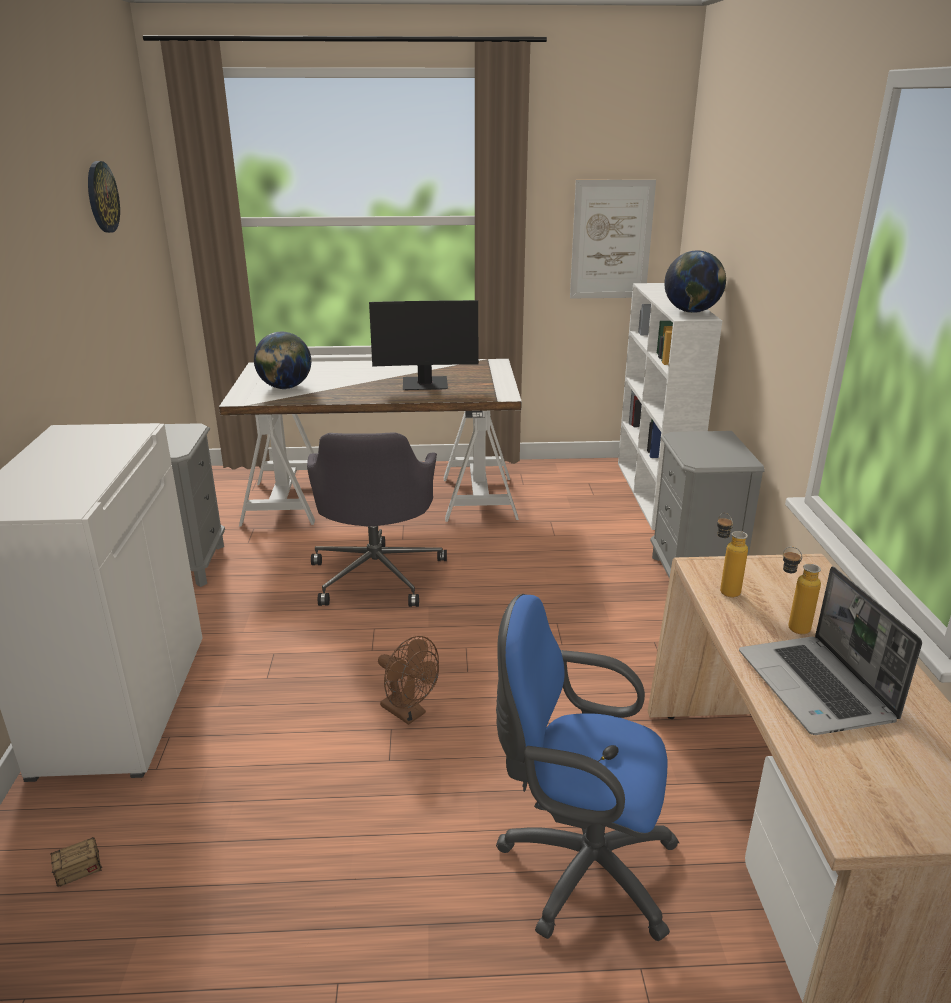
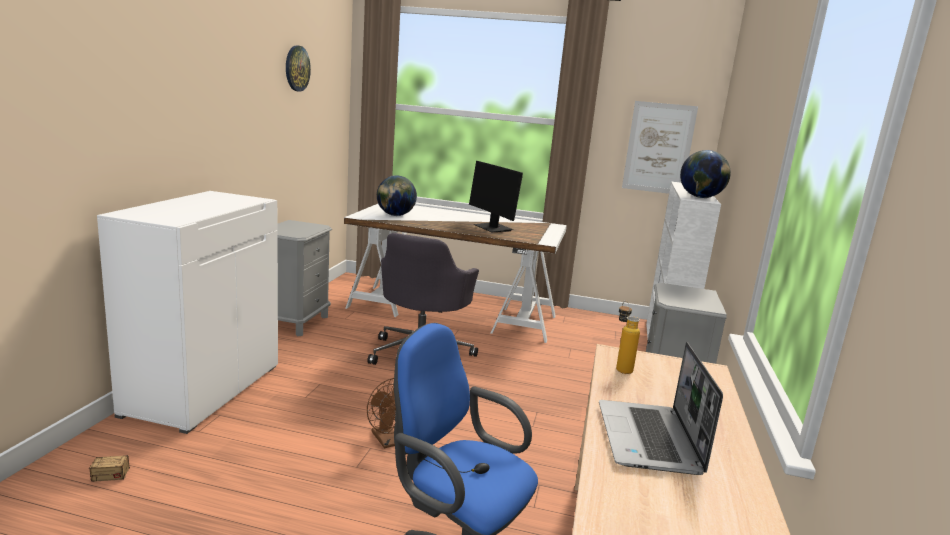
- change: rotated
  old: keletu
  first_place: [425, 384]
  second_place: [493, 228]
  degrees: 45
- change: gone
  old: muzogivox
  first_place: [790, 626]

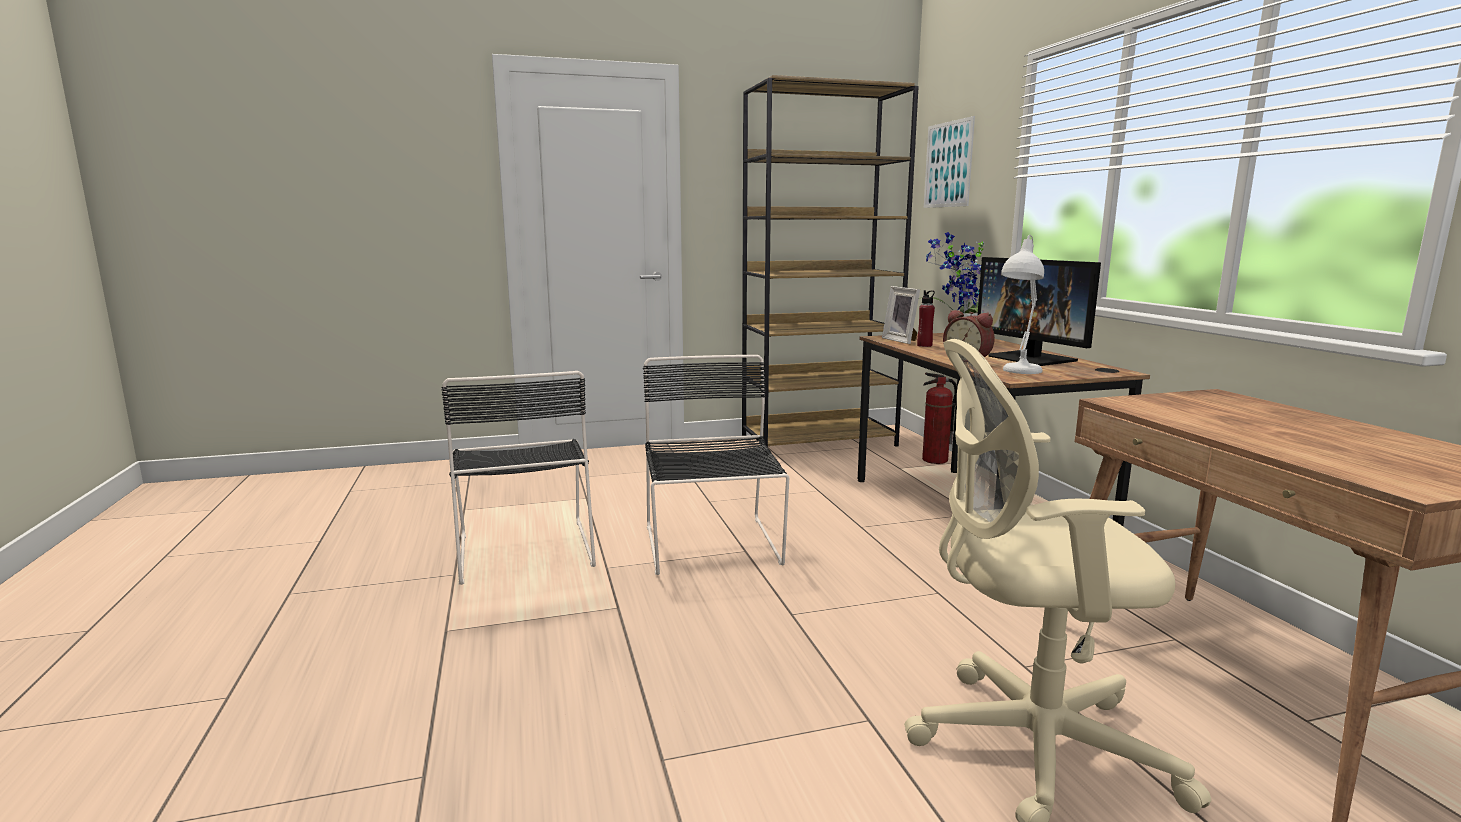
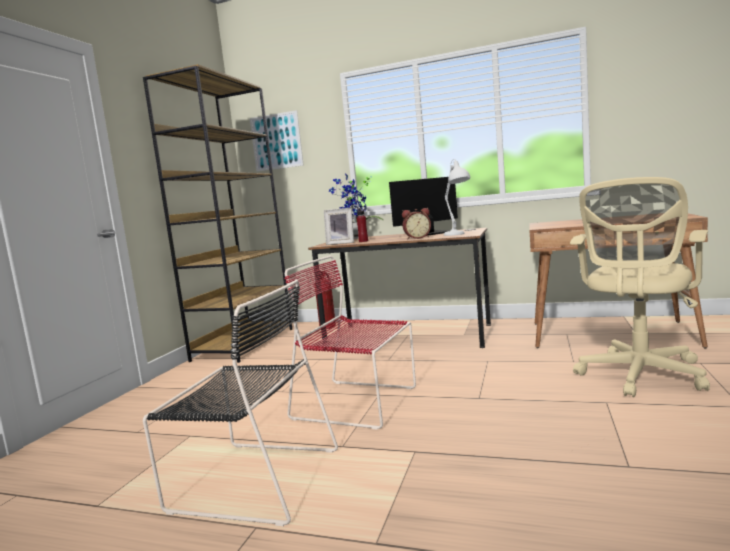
- change: repainted
  old: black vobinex
  new: red vobinex
  first_place: [712, 547]
  second_place: [359, 403]
- change: rotated
  old: keletu
  first_place: [1032, 358]
  second_place: [429, 233]
  degrees: 150

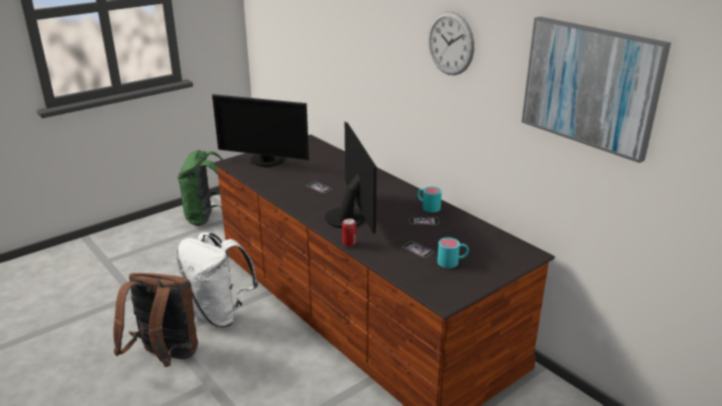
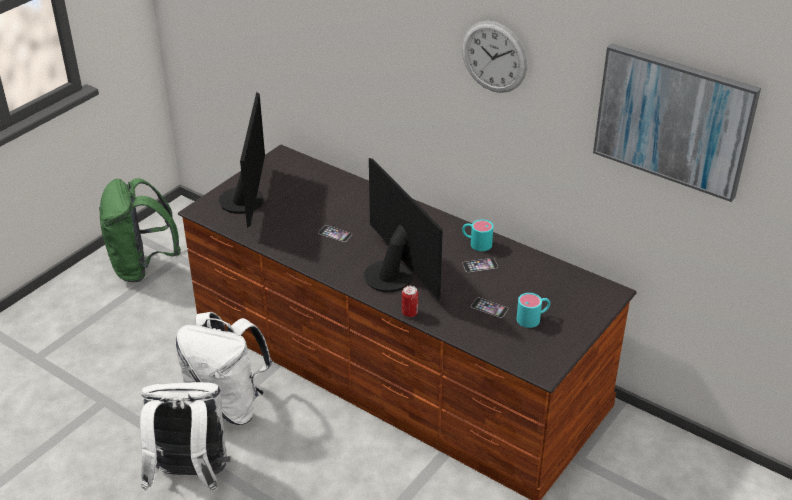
- change: repainted
  old: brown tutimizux
  new: white tutimizux
  first_place: [165, 357]
  second_place: [190, 476]
- change: rotated
  old: keletu
  first_place: [266, 161]
  second_place: [246, 200]
  degrees: -90

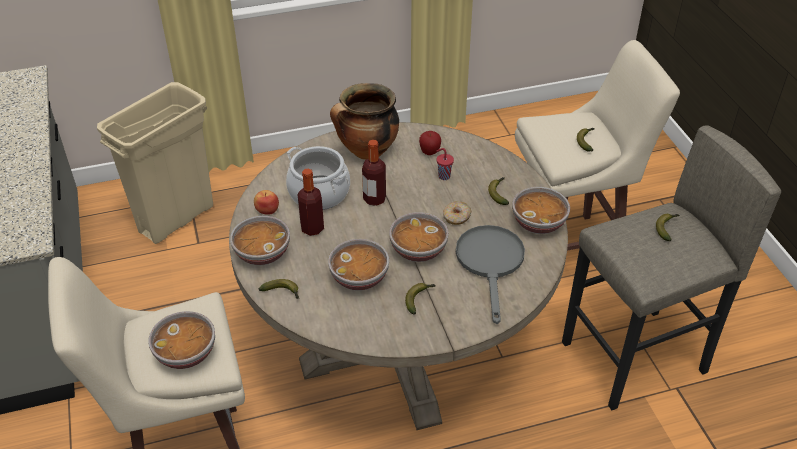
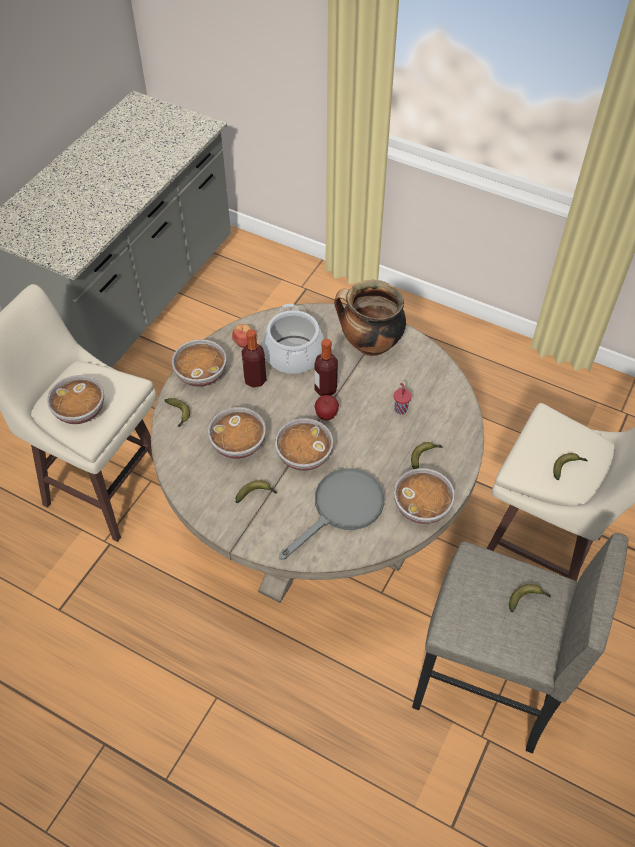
- change: shifted
  old: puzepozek
  first_place: [429, 152]
  second_place: [326, 416]
- change: gone
  old: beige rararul
  first_place: [177, 218]
- change: gone
  old: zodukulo
  first_place: [456, 217]

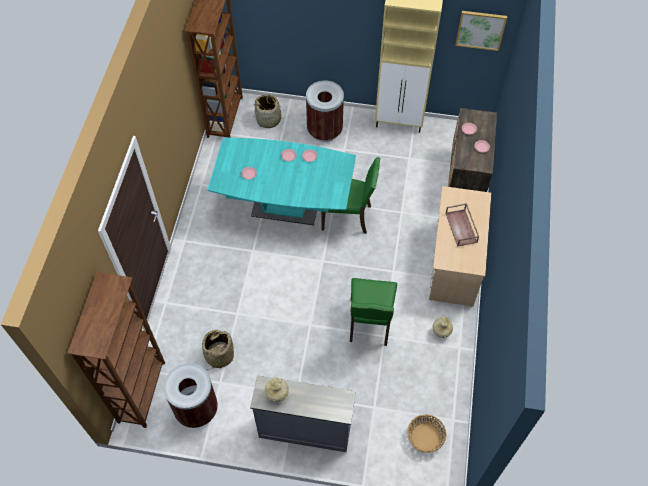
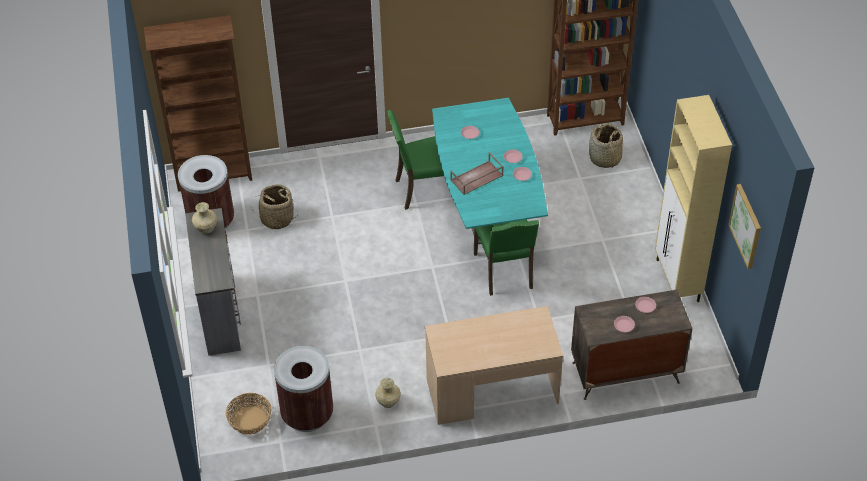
- change: shifted
  old: brown rararul
  first_place: [324, 130]
  second_place: [307, 414]
- change: shifted
  old: green vobinex
  first_place: [370, 323]
  second_place: [424, 190]
- change: shifted
  old: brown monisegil
  first_place: [461, 228]
  second_place: [476, 178]

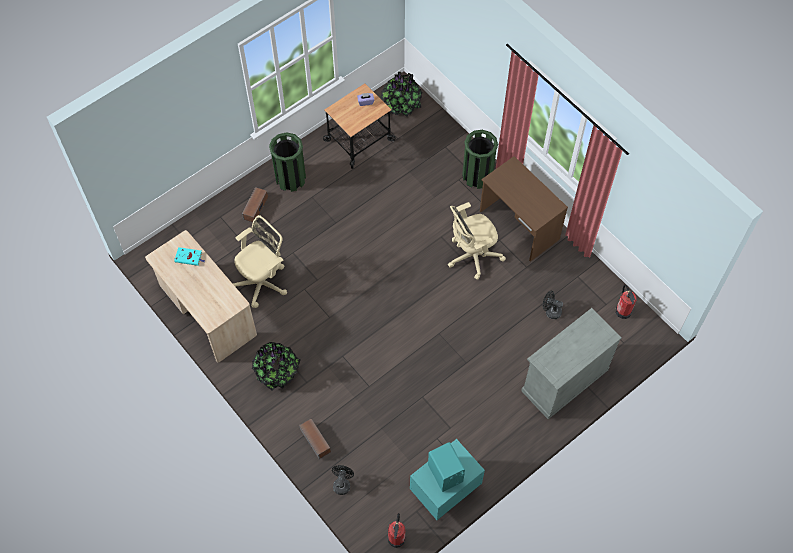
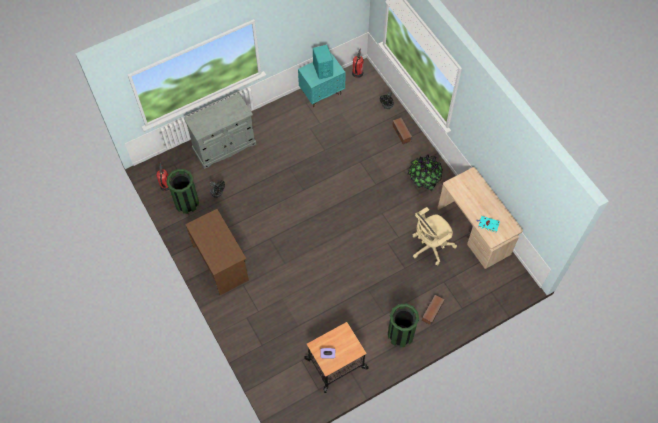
- change: shifted
  old: green rararul
  first_place: [477, 176]
  second_place: [187, 203]
- change: gone
  old: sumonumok
  first_place: [401, 106]
- change: gone
  old: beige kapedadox
  first_place: [471, 256]

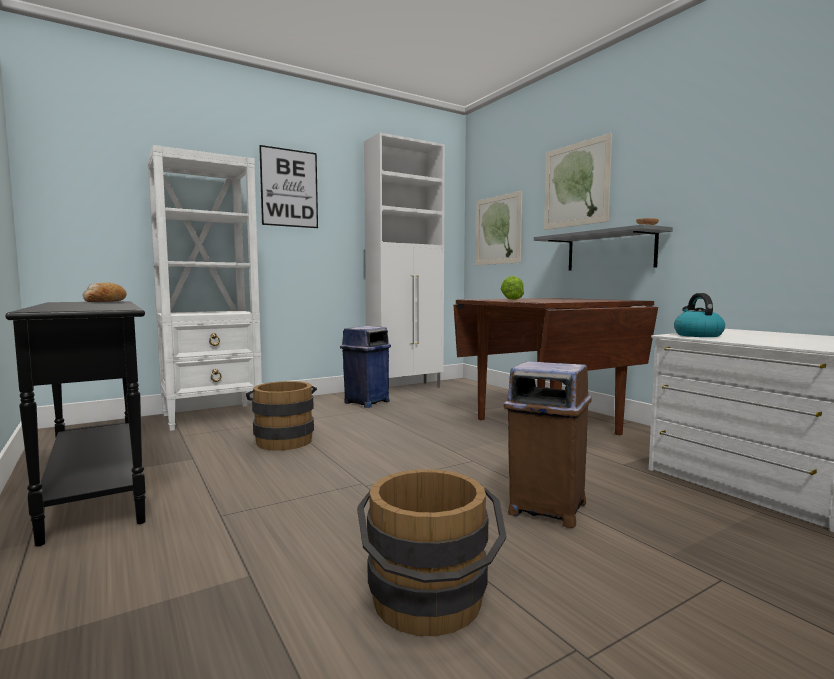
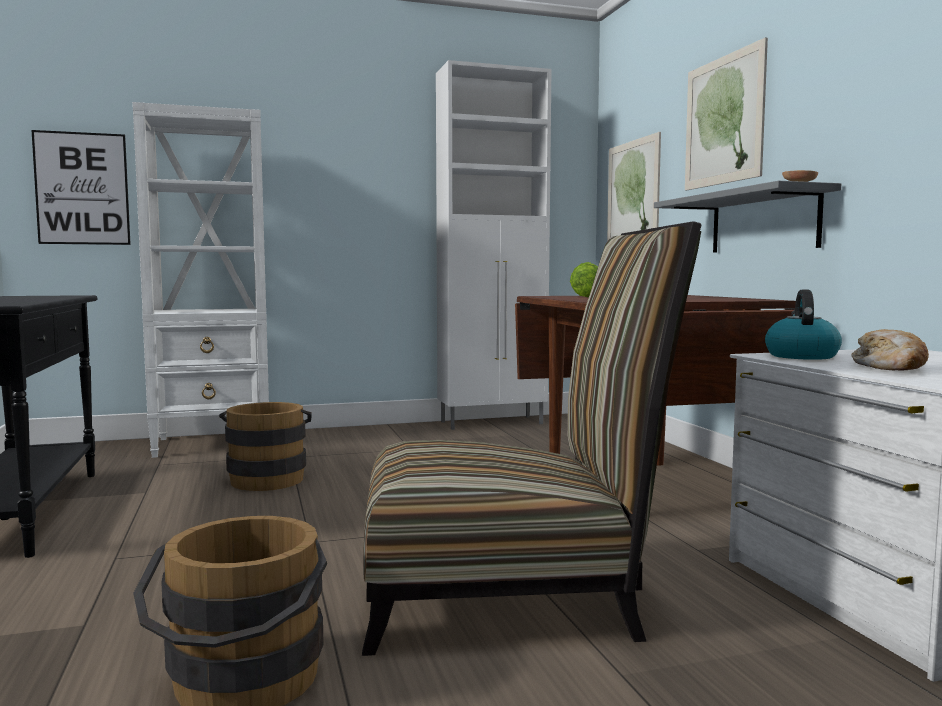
- change: shifted
  old: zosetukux
  first_place: [289, 188]
  second_place: [82, 188]
- change: swapped
  old: brown rararul
  new: vobinex
  first_place: [546, 508]
  second_place: [513, 594]
- change: shifted
  old: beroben
  first_place: [104, 302]
  second_place: [890, 368]
- change: gone
  old: blue rararul
  first_place: [366, 402]

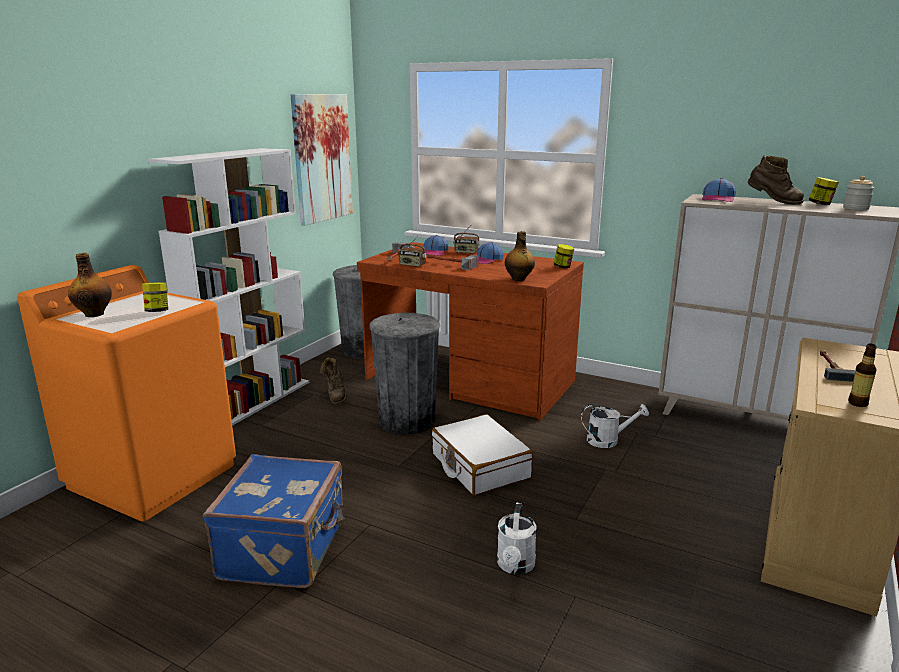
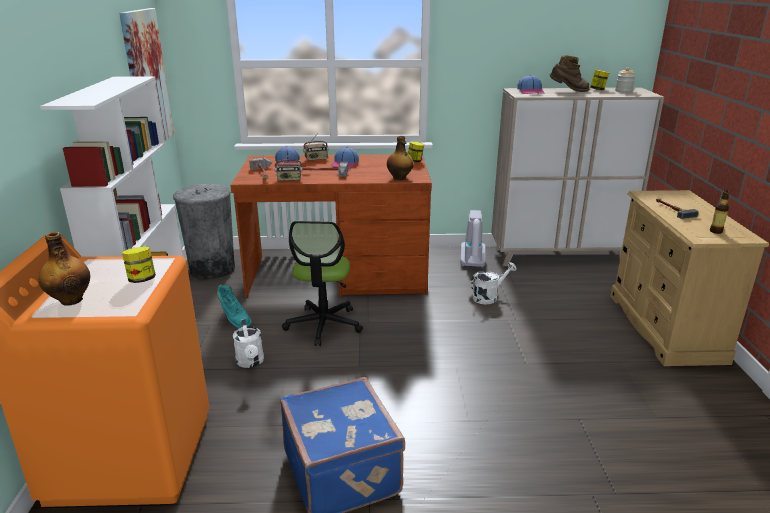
- change: repainted
  old: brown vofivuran
  new: turquoise vofivuran
  first_place: [336, 396]
  second_place: [234, 320]
- change: shifted
  old: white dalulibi
  first_place: [515, 566]
  second_place: [251, 362]
- change: swapped
  old: grey rararul
  new: kapedadox
  first_place: [407, 421]
  second_place: [323, 325]
- change: new
  new: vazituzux
  second_place: [472, 267]
- change: gone
  old: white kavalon
  first_place: [479, 466]

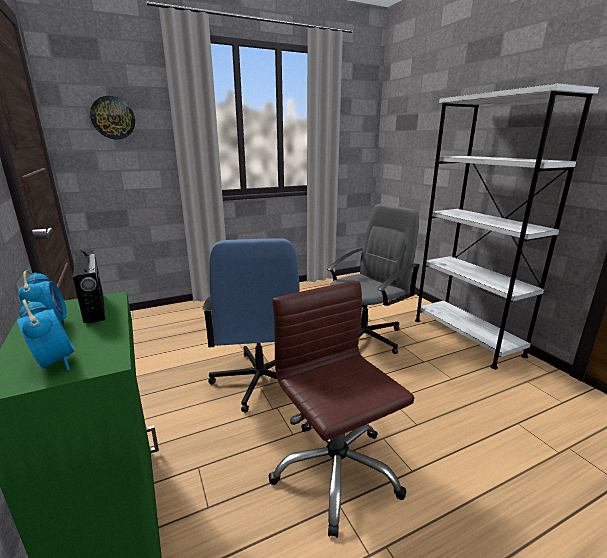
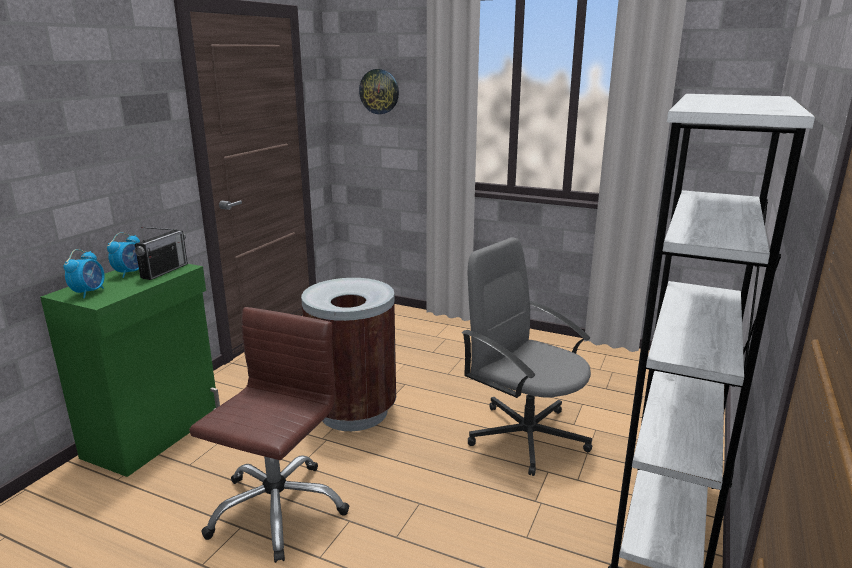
- change: swapped
  old: blue kapedadox
  new: brown rararul
  first_place: [259, 380]
  second_place: [353, 411]
- change: rotated
  old: grey kapedadox
  first_place: [365, 336]
  second_place: [526, 435]
  degrees: -150

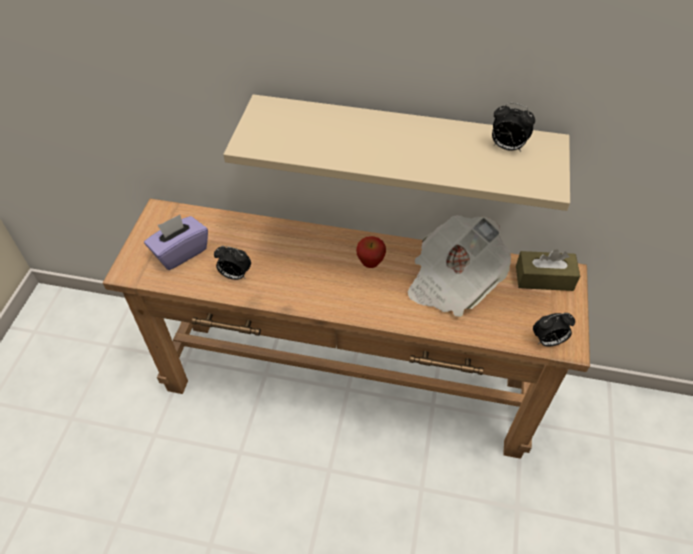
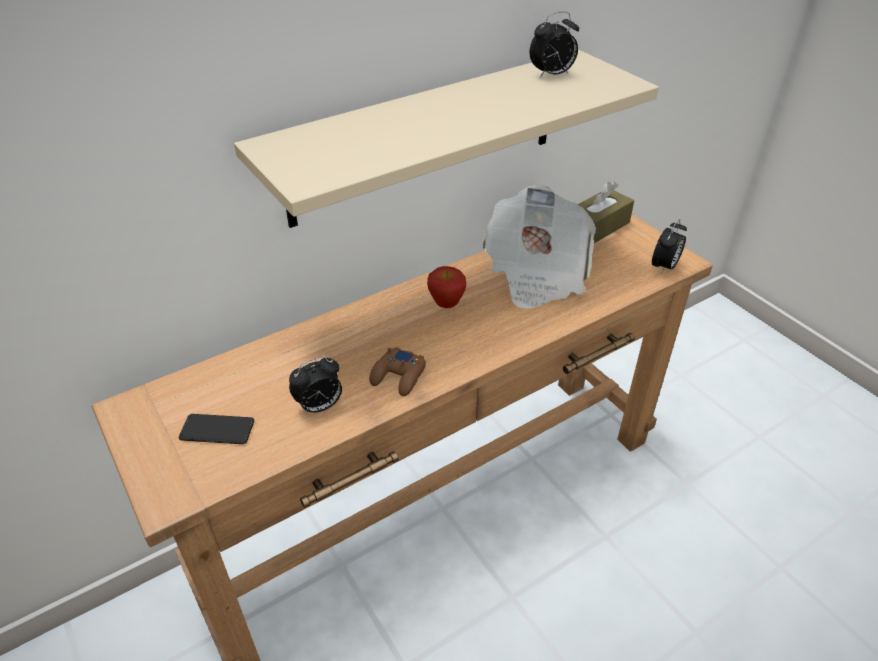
- change: swapped
  old: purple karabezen
  new: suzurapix
  first_place: [180, 252]
  second_place: [217, 430]
- change: new
  new: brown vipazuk
  second_place: [398, 376]

